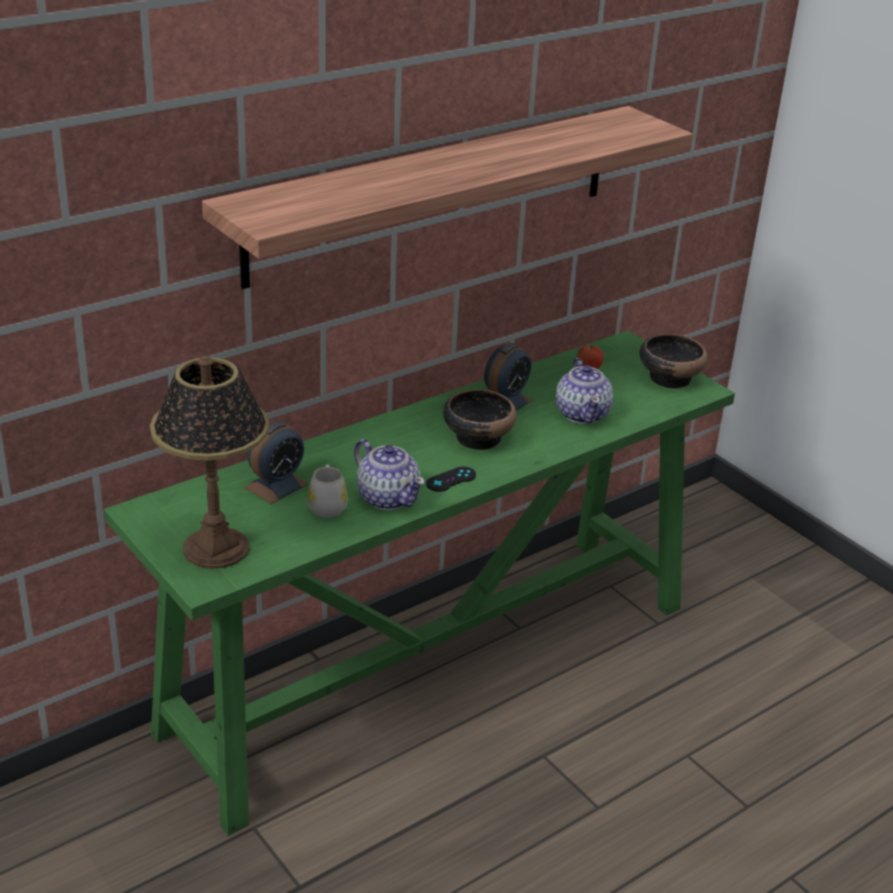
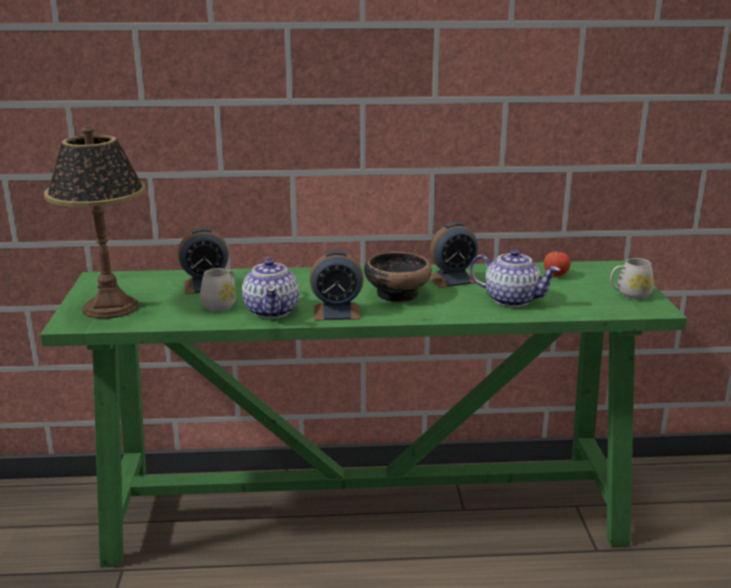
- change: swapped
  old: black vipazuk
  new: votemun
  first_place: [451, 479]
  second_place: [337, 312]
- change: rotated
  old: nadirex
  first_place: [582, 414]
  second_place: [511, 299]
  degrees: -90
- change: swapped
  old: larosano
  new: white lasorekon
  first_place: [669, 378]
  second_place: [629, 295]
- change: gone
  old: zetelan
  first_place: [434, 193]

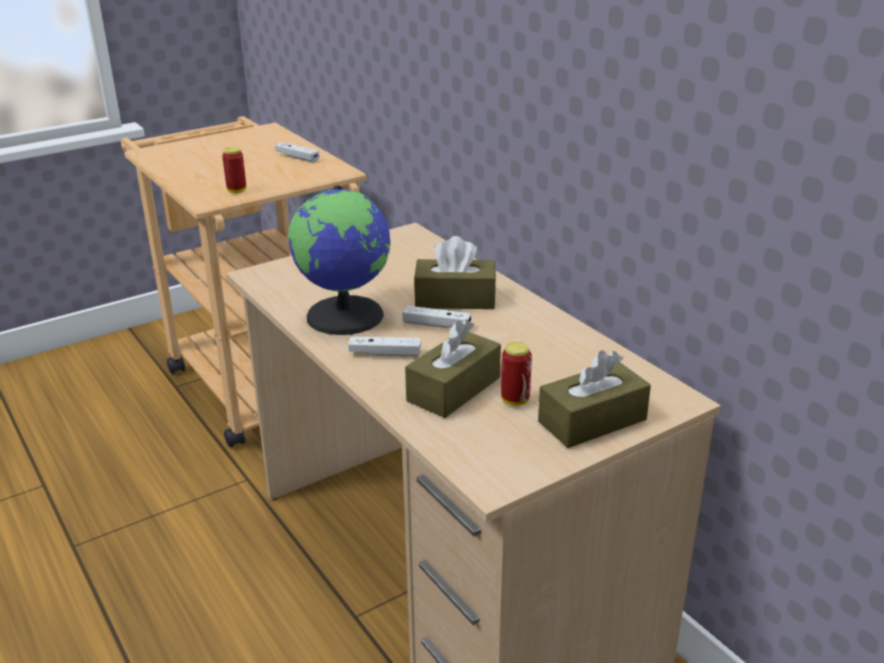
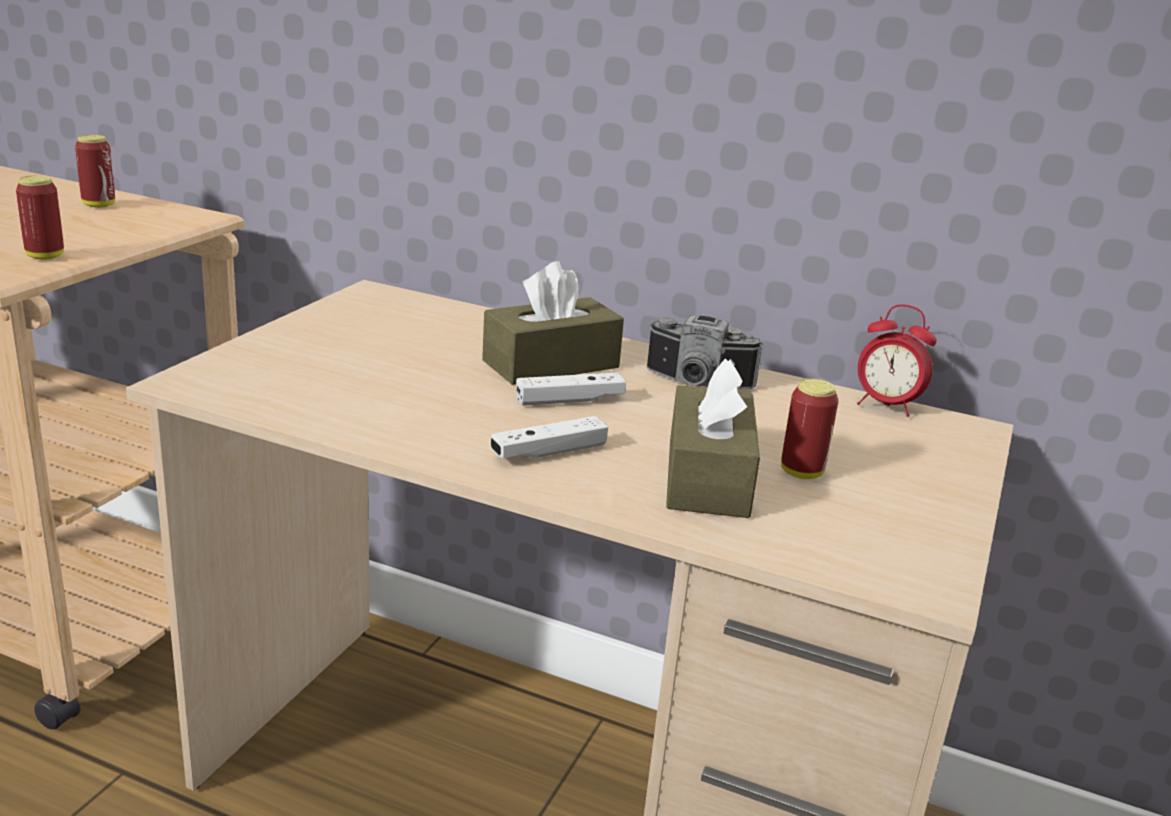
- change: swapped
  old: white vipazuk
  new: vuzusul
  first_place: [297, 157]
  second_place: [99, 205]
- change: new
  new: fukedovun
  second_place: [696, 384]
- change: new
  new: votemun
  second_place: [885, 406]
- change: gone
  old: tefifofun
  first_place: [346, 315]
- change: gone
  old: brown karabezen
  first_place: [592, 421]

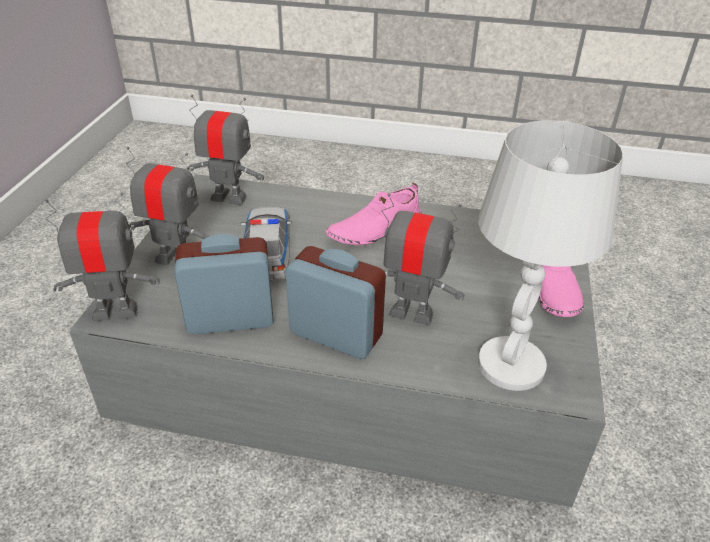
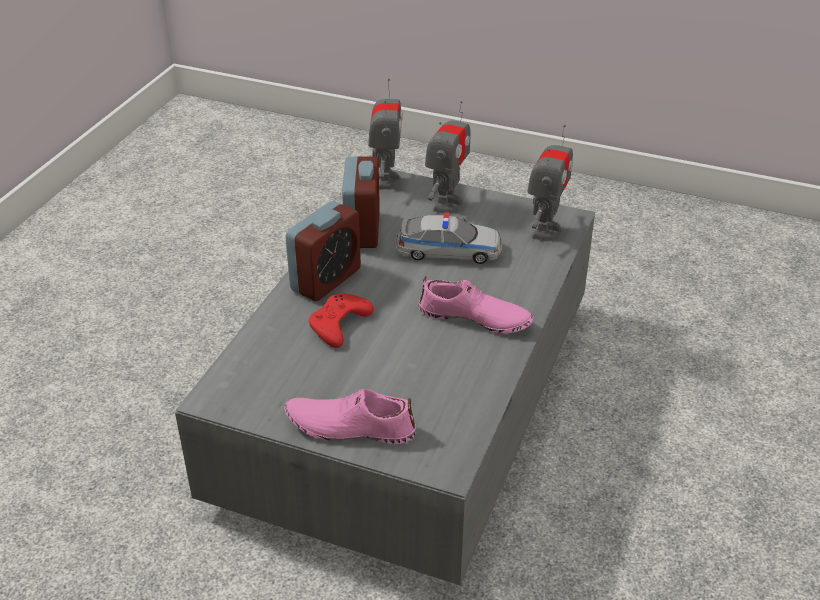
- change: swapped
  old: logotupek
  new: red vipazuk
  first_place: [412, 313]
  second_place: [339, 324]
- change: rotated
  old: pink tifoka
  first_place: [374, 229]
  second_place: [474, 318]
  degrees: 135
- change: gone
  old: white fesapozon
  first_place: [511, 366]

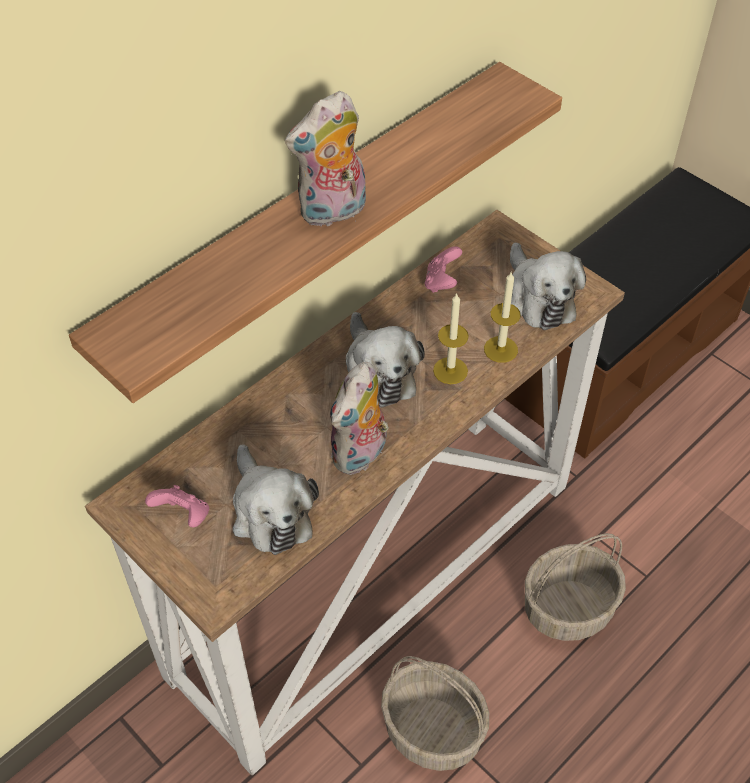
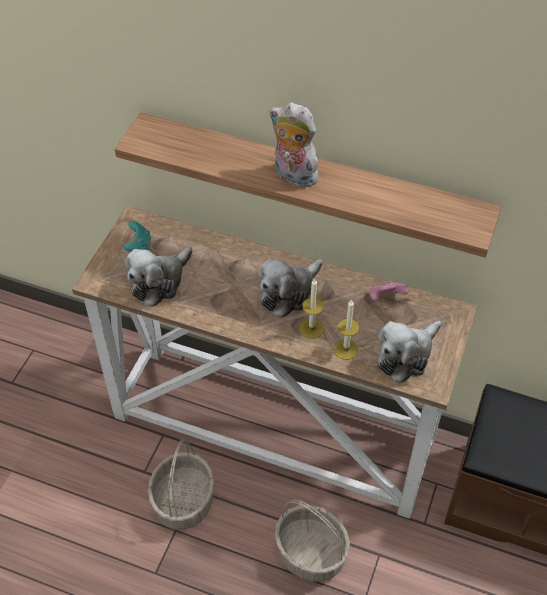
- change: repainted
  old: pink vipazuk
  new: turquoise vipazuk
  first_place: [183, 516]
  second_place: [139, 247]
- change: gone
  old: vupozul
  first_place: [361, 455]

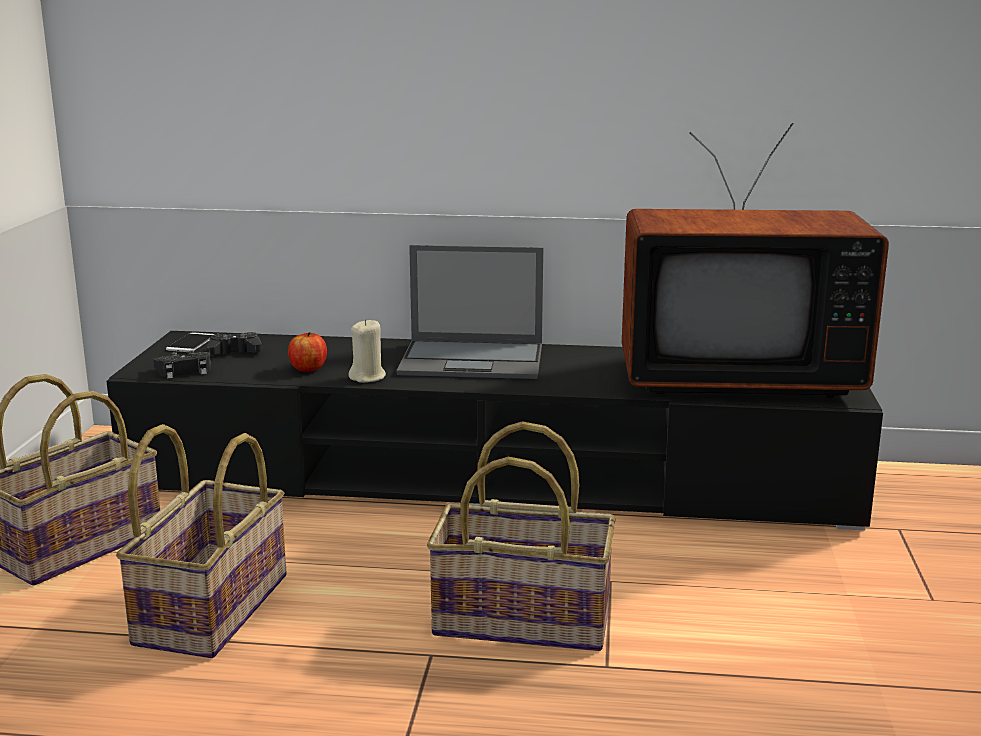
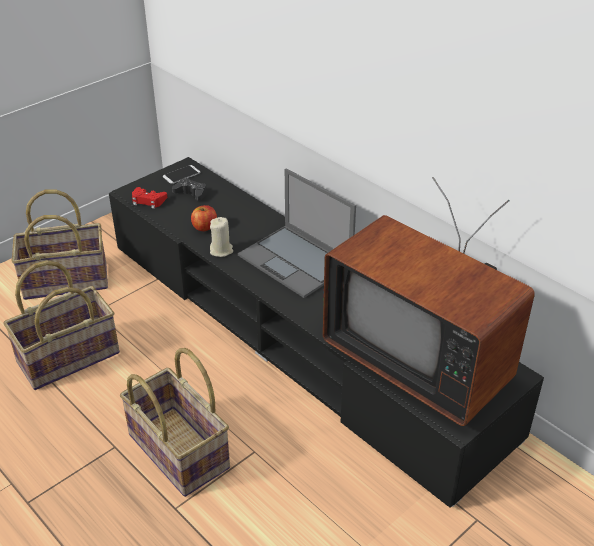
- change: repainted
  old: black vipazuk
  new: red vipazuk
  first_place: [184, 371]
  second_place: [148, 201]

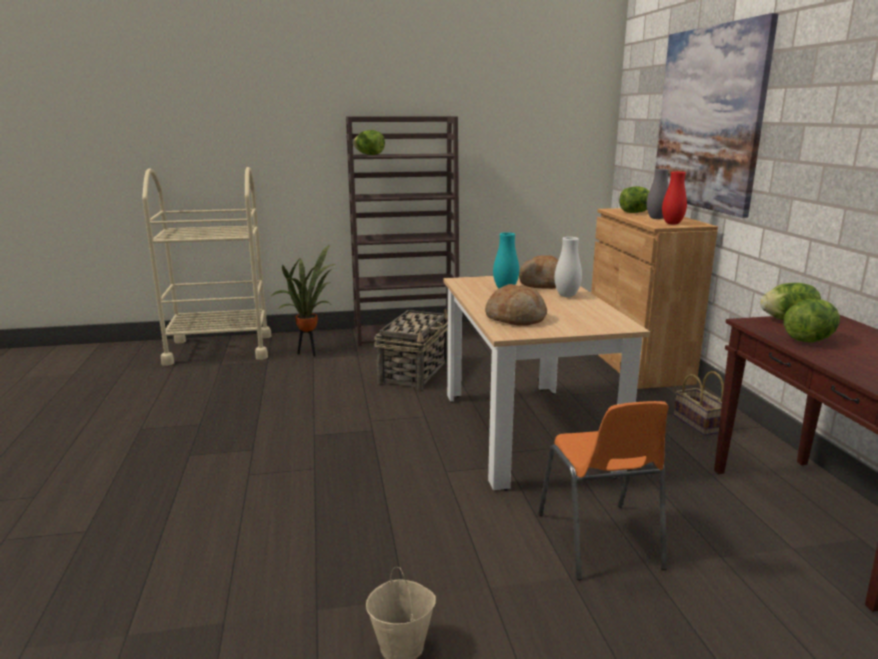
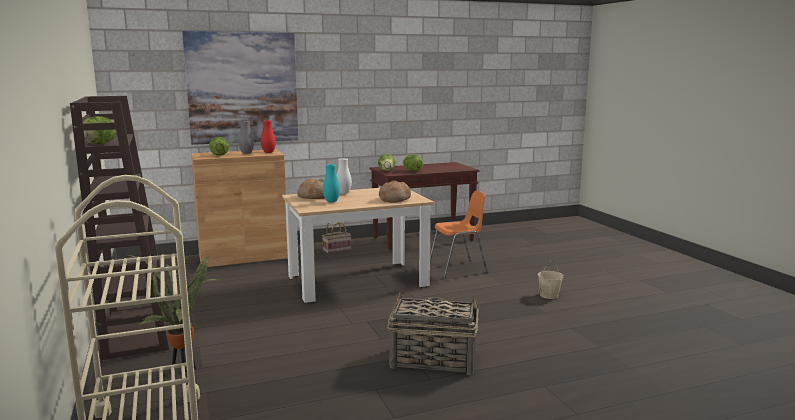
- change: shifted
  old: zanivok
  first_place: [414, 372]
  second_place: [432, 359]

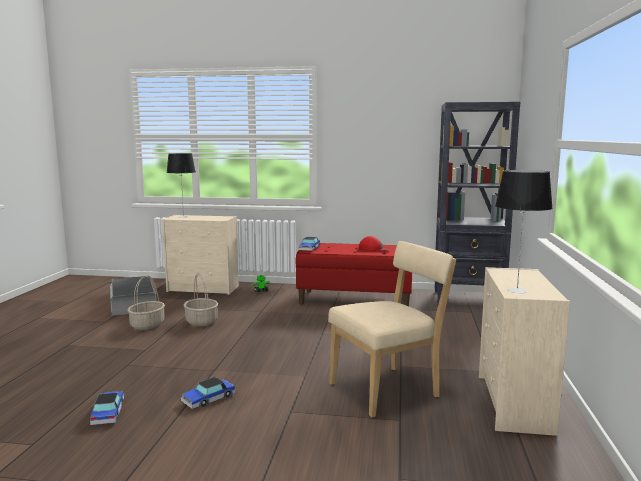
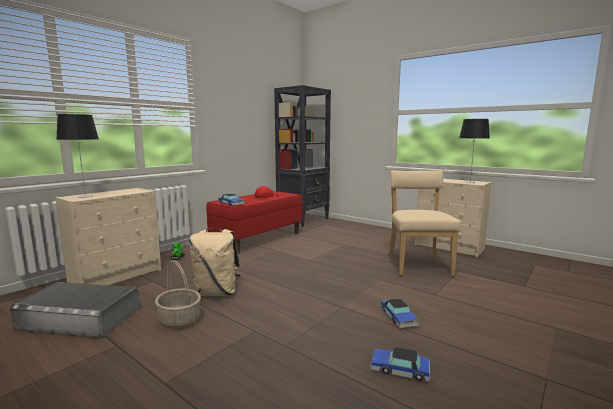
- change: swapped
  old: zanivok
  new: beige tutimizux
  first_place: [202, 322]
  second_place: [217, 293]

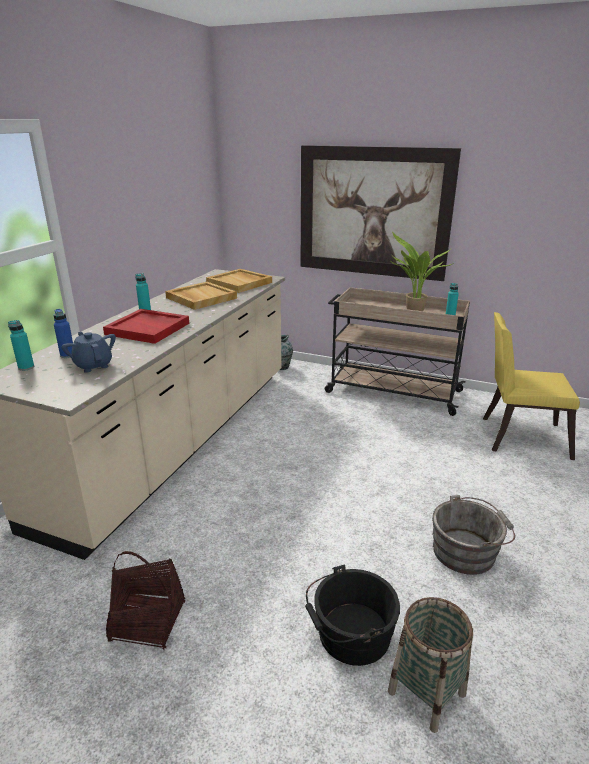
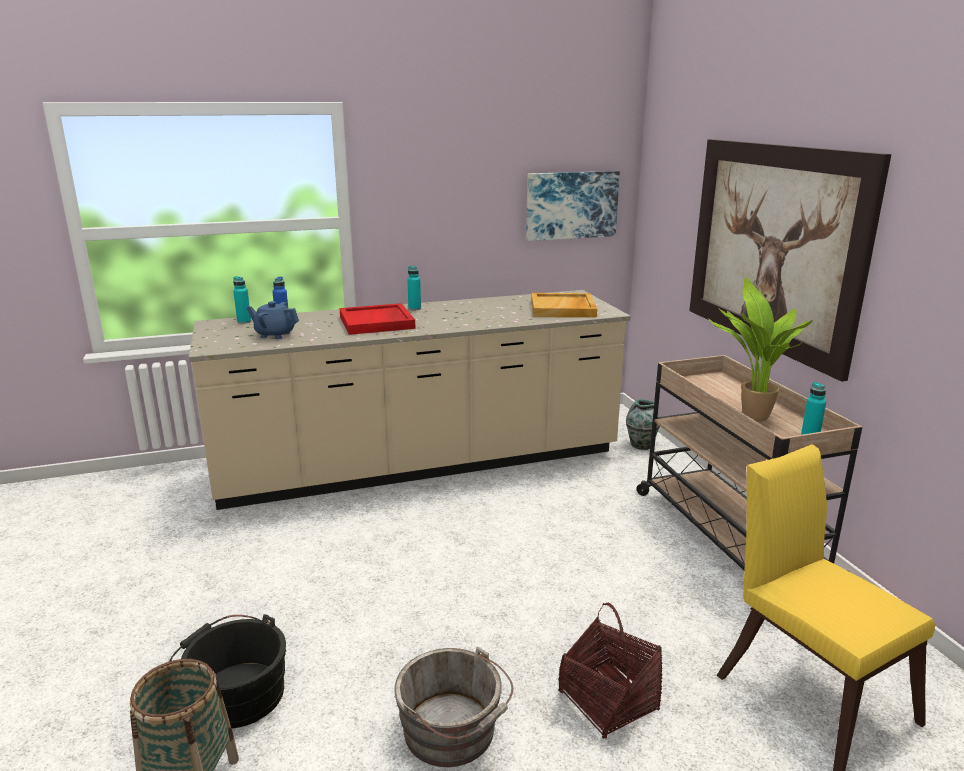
- change: rotated
  old: blue nadirex
  first_place: [93, 365]
  second_place: [275, 335]
  degrees: -90
- change: new
  new: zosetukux
  second_place: [571, 205]
- change: shifted
  old: zanivok
  first_place: [148, 622]
  second_place: [608, 702]
- change: gone
  old: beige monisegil
  first_place: [200, 298]

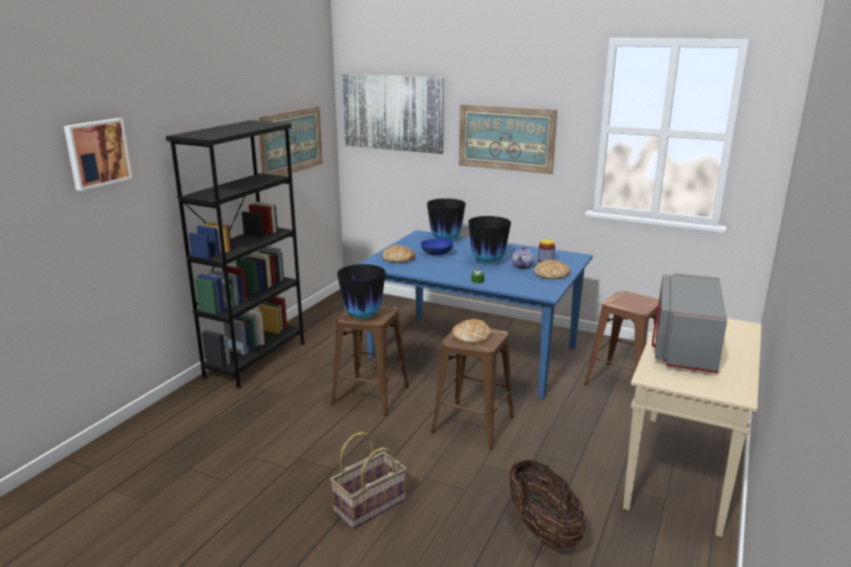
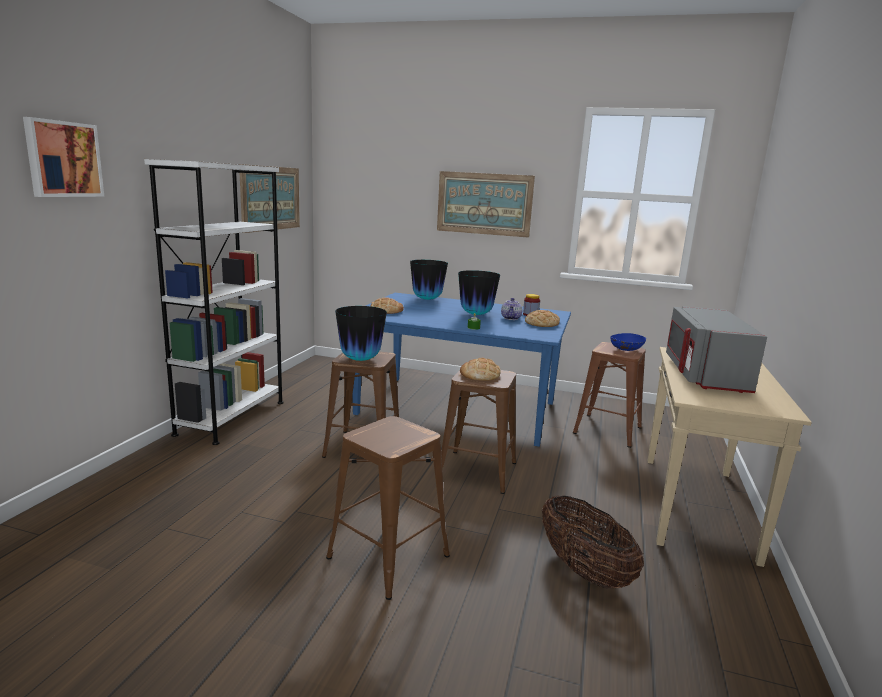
- change: repainted
  old: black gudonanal
  new: white gudonanal
  first_place: [255, 359]
  second_place: [231, 417]
- change: swapped
  old: zanivok
  new: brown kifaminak
  first_place: [369, 504]
  second_place: [387, 556]
- change: shifted
  old: blue larosano
  first_place: [437, 254]
  second_place: [626, 350]
- change: gone
  old: zosetukux
  first_place: [393, 113]

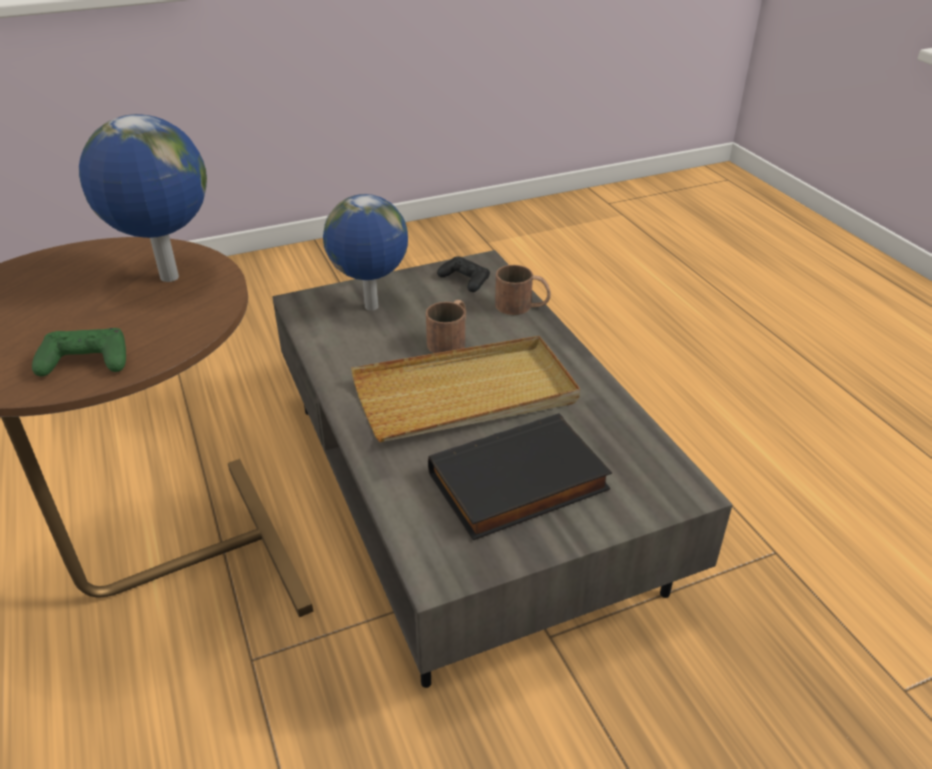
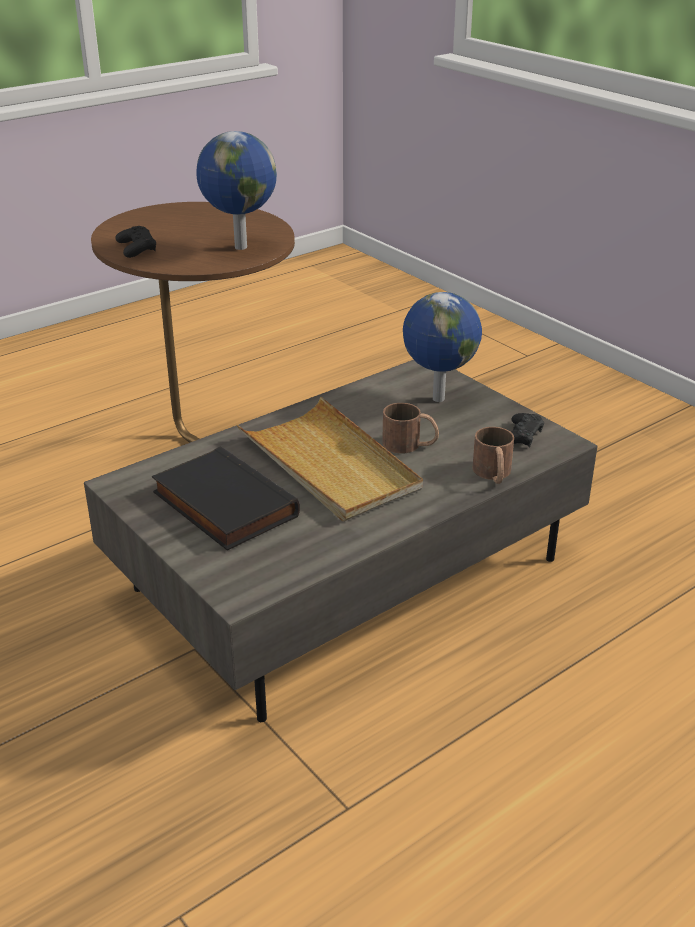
- change: repainted
  old: green vipazuk
  new: black vipazuk
  first_place: [86, 361]
  second_place: [136, 248]

